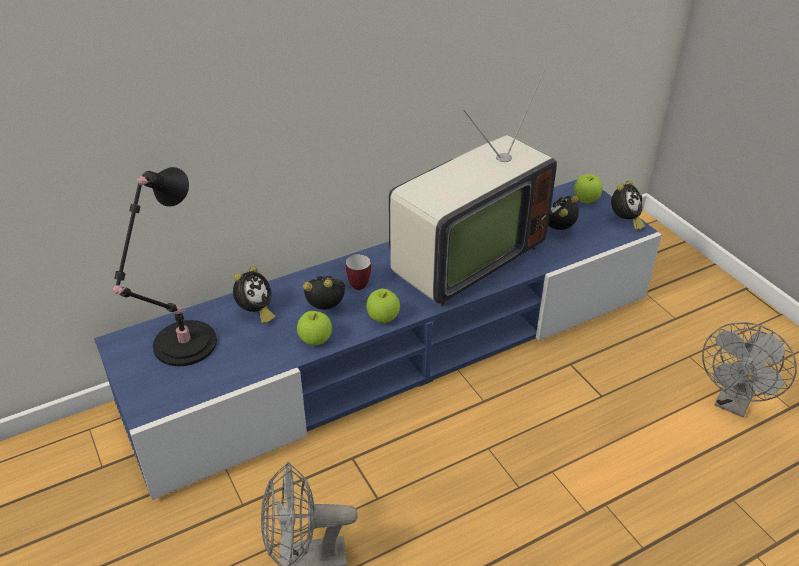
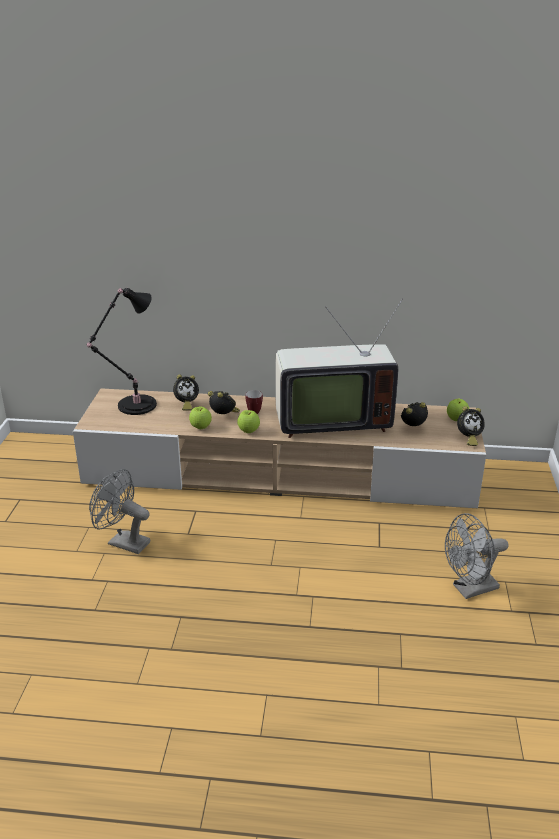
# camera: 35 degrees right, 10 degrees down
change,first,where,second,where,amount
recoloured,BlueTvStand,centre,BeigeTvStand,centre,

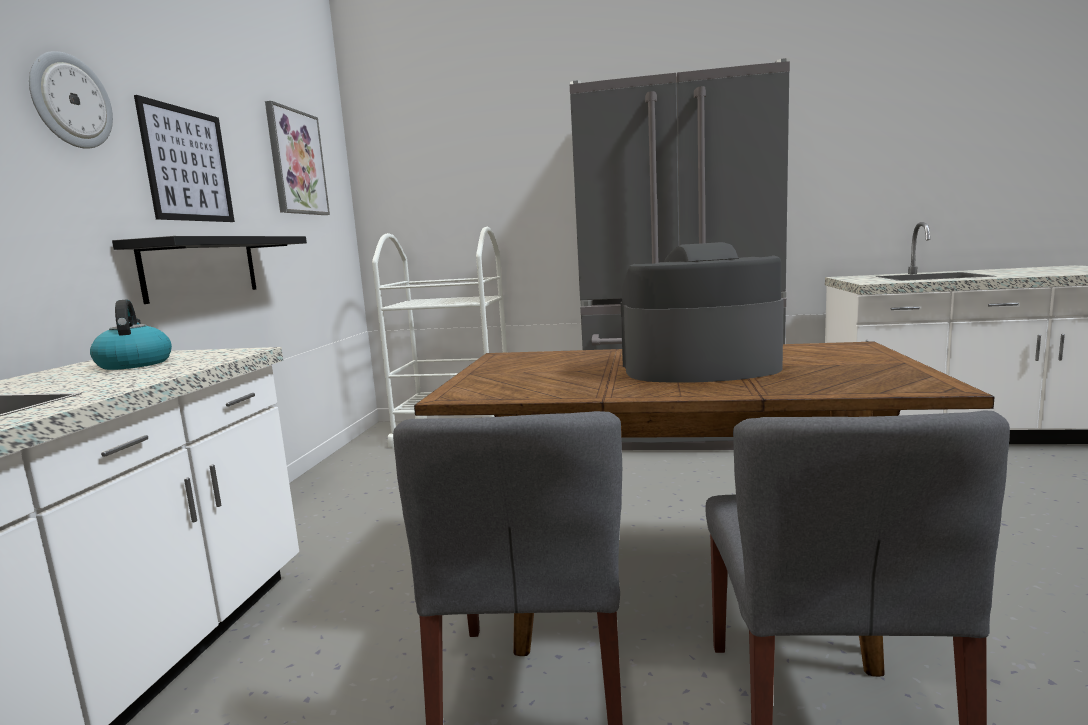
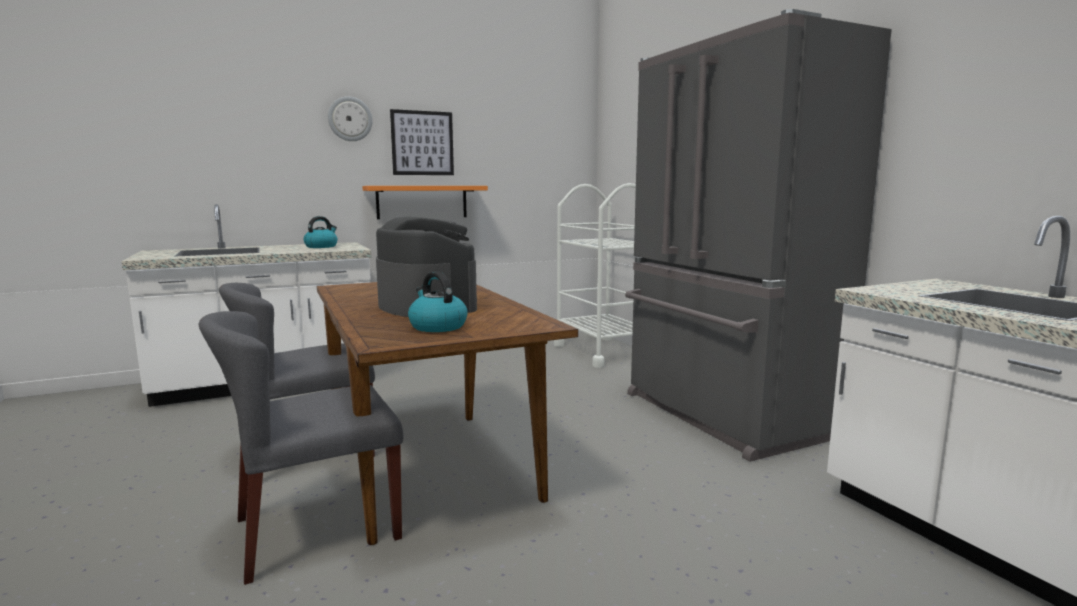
# camera: 55 degrees right, 0 degrees up
change,first,where,second,where,amount
recoloured,BlackShelf,middle left,OrangeShelf,centre,
added,,,Kettle (2nd from left),centre,
removed,Picture (2nd from left),top left,,,

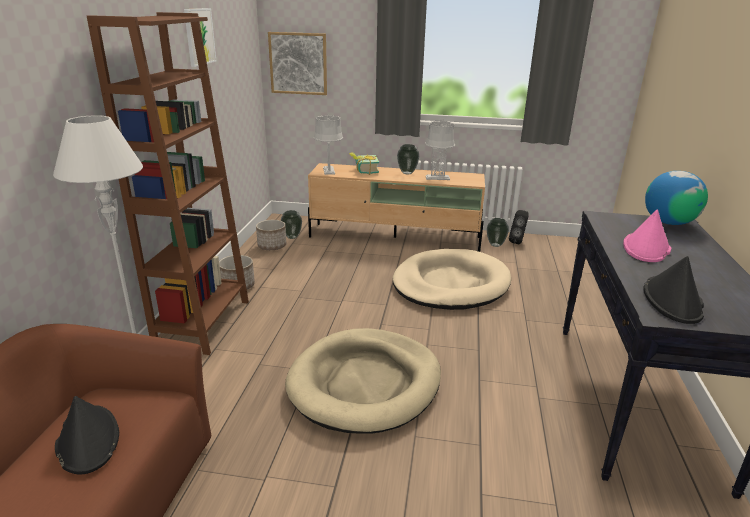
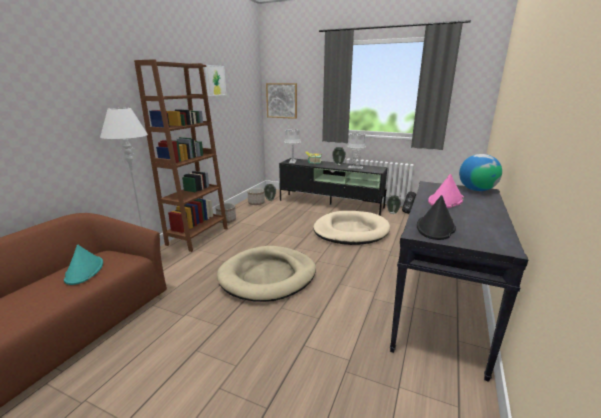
# camera: 15 degrees right, 5 degrees down
change,first,where,second,where,amount
recoloured,BlackHat (1st from left),bottom left,TurquoiseHat,middle left,
recoloured,BeigeTvStand,centre,BlackTvStand,centre,

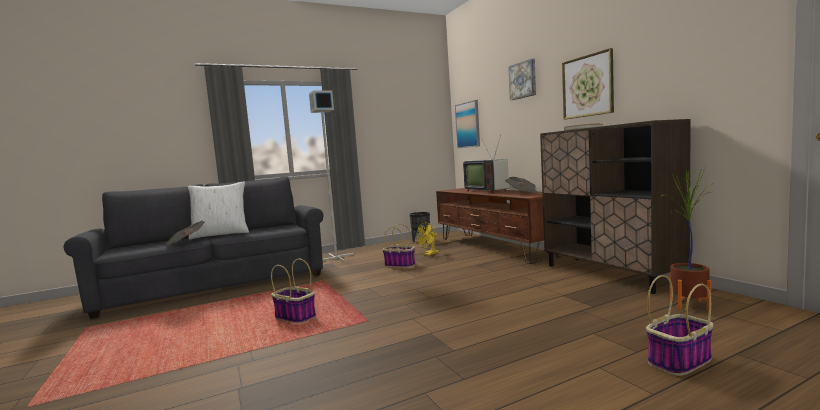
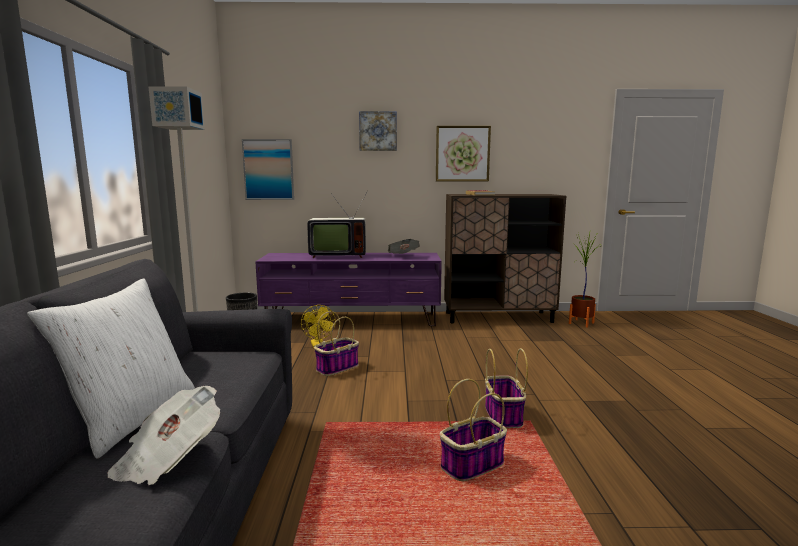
# camera: 65 degrees left, 5 degrees up
change,first,where,second,where,amount
recoloured,BrownTvStand,centre,PurpleTvStand,centre,
moved,Basket (3rd from left),bottom right,,bottom centre,

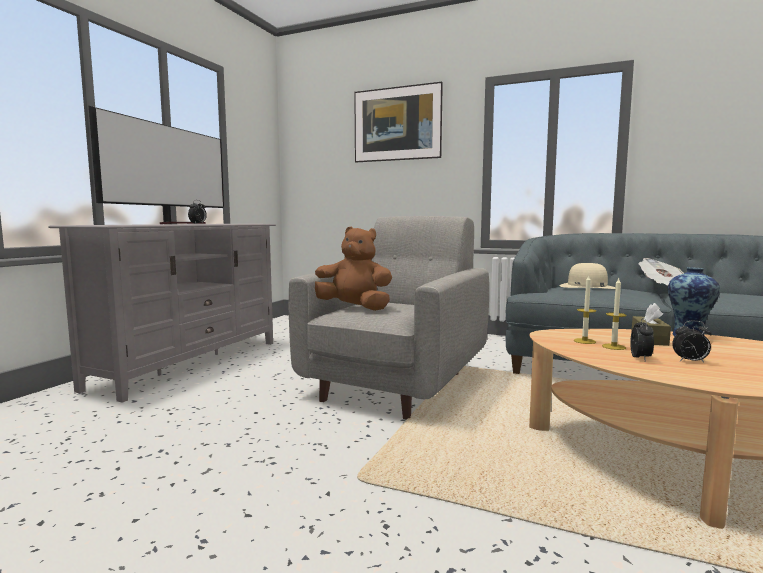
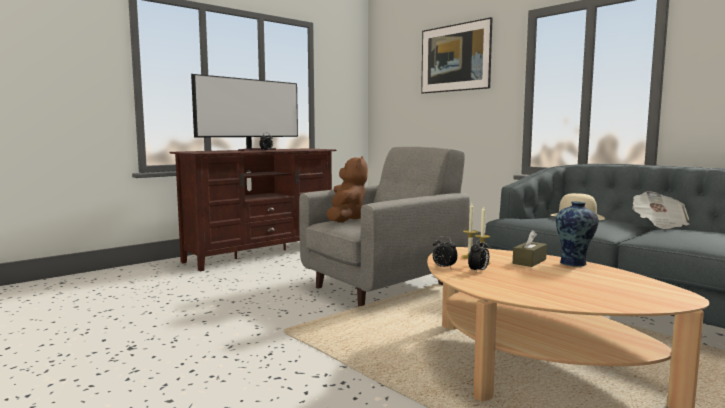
# camera: 25 degrees right, 0 degrees up
change,first,where,second,where,amount
recoloured,GreyTvStand,middle left,BrownTvStand,centre,
turned,BrownPlushToy,centre,,centre,45 degrees clockwise
moved,AlarmClock (3rd from left in the first image),middle right,AlarmClock (2nd from left),centre,

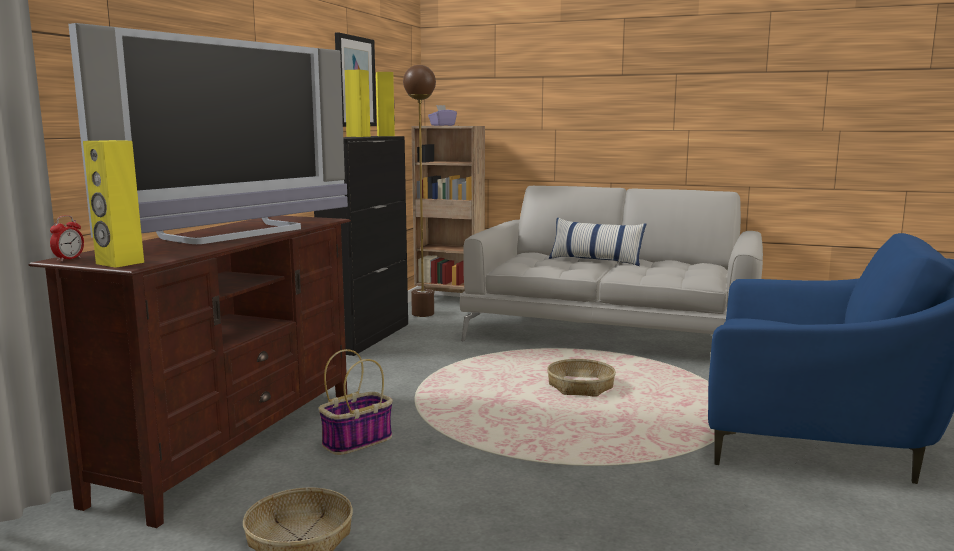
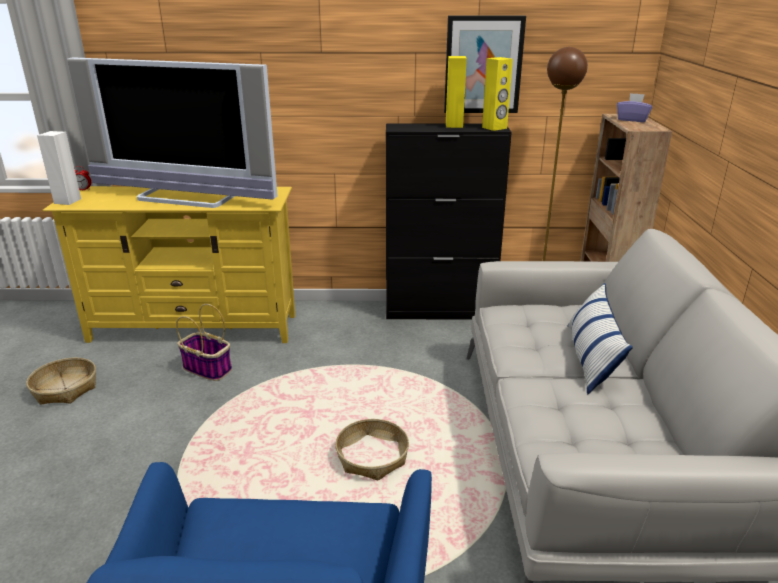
# camera: 70 degrees right, 15 degrees up
change,first,where,second,where,amount
recoloured,YellowSpeaker (1st from left),middle left,WhiteSpeaker,top left,
recoloured,BrownTvStand,bottom left,YellowTvStand,middle left,

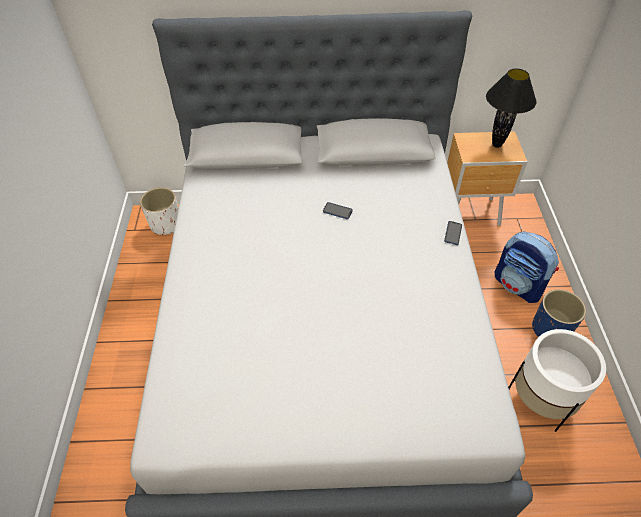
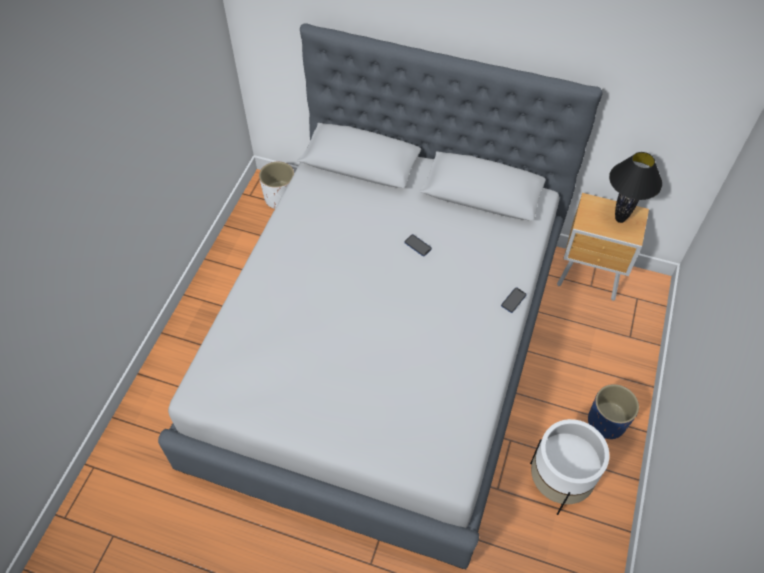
# camera: 20 degrees right, 5 degrees up
change,first,where,second,where,amount
removed,Backpack,middle right,,,

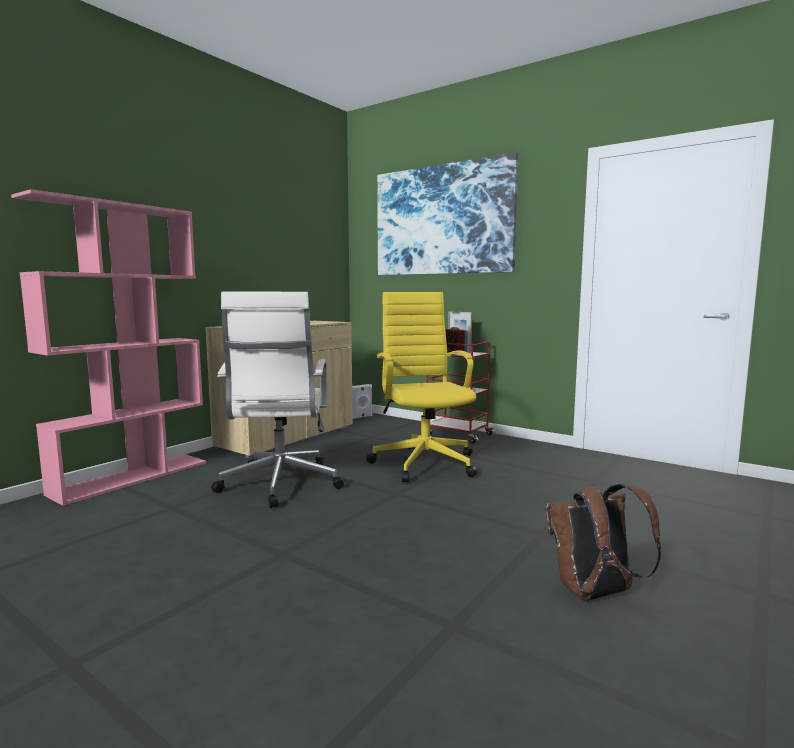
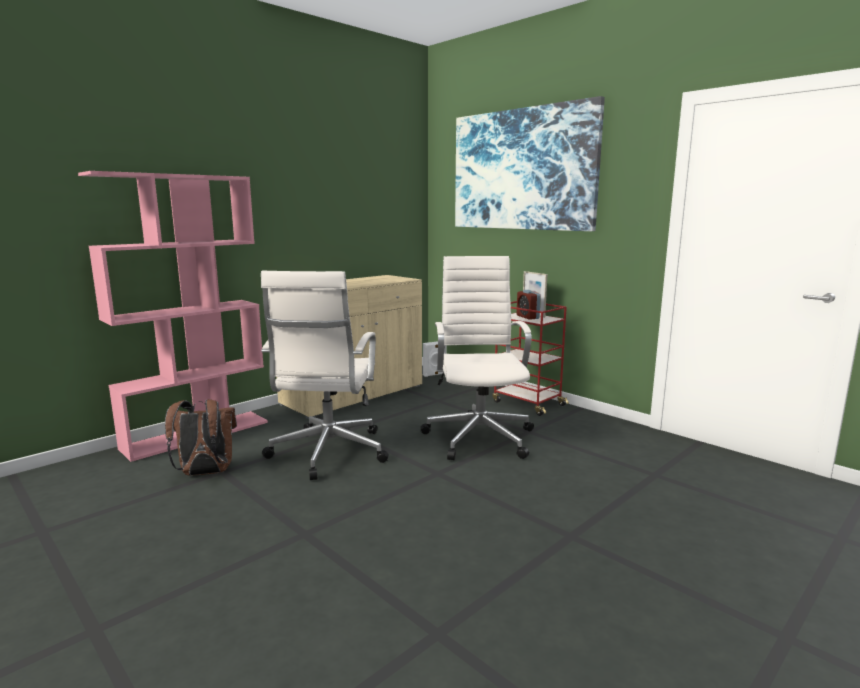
# camera: 10 degrees right, 5 degrees up
change,first,where,second,where,amount
moved,BrownBackpack,bottom right,,middle left,
recoloured,YellowOfficeChair,centre,WhiteOfficeChair (2nd from left),centre,

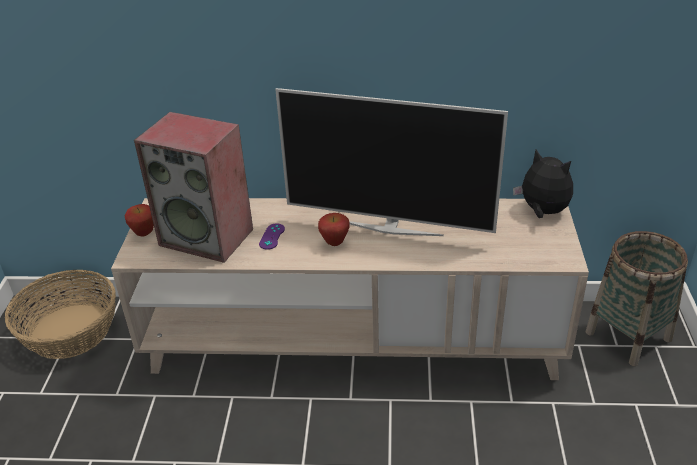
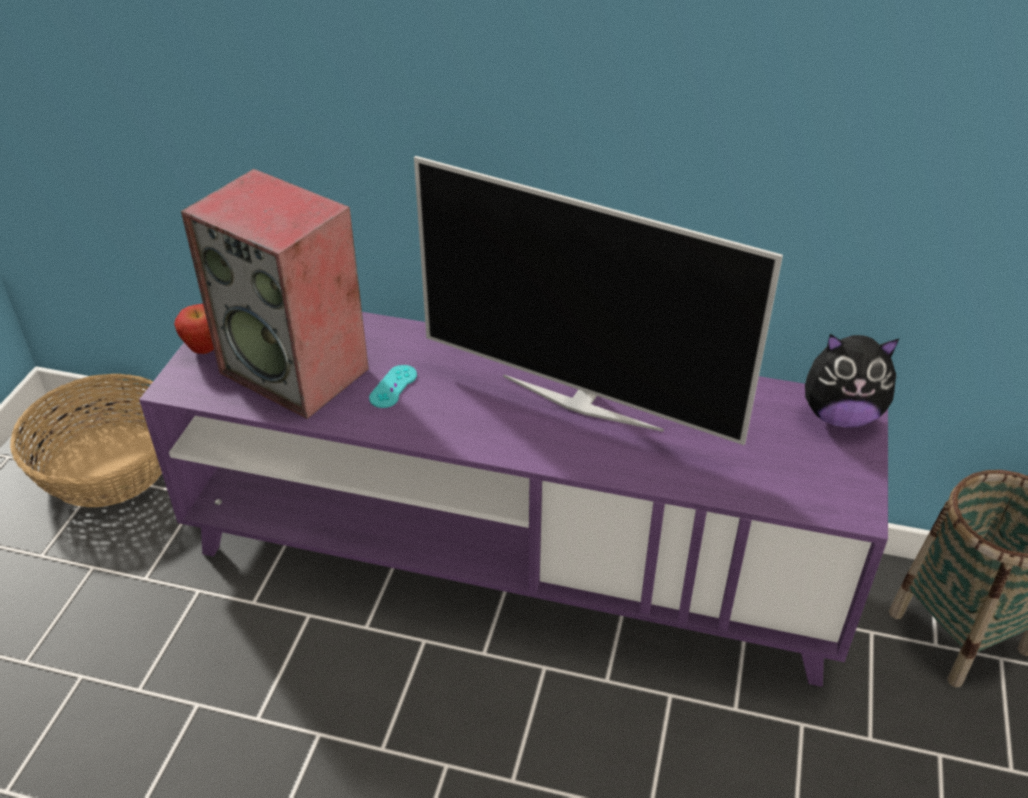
# camera: 10 degrees right, 5 degrees up
change,first,where,second,where,amount
recoloured,BeigeTvStand,centre,PurpleTvStand,centre,
recoloured,PurpleGameController,centre,TurquoiseGameController,centre,
turned,PlushToy,middle right,,middle right,135 degrees clockwise
removed,Apple (2nd from left),centre,,,

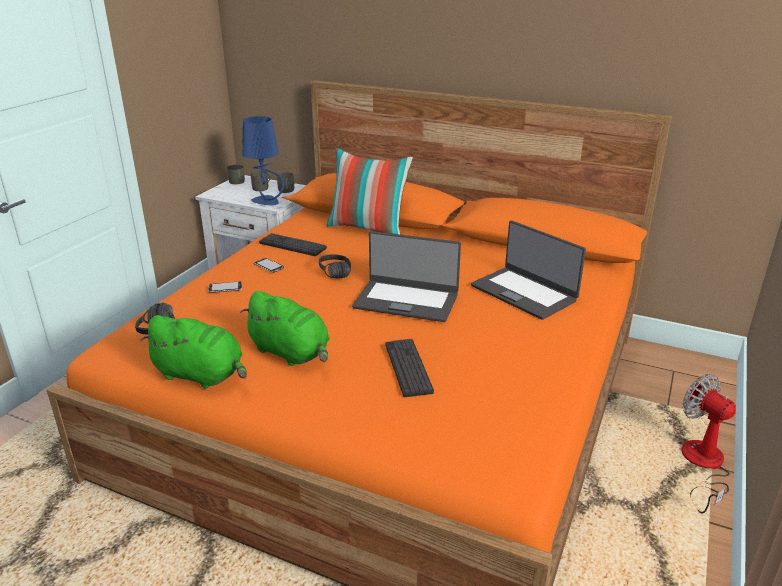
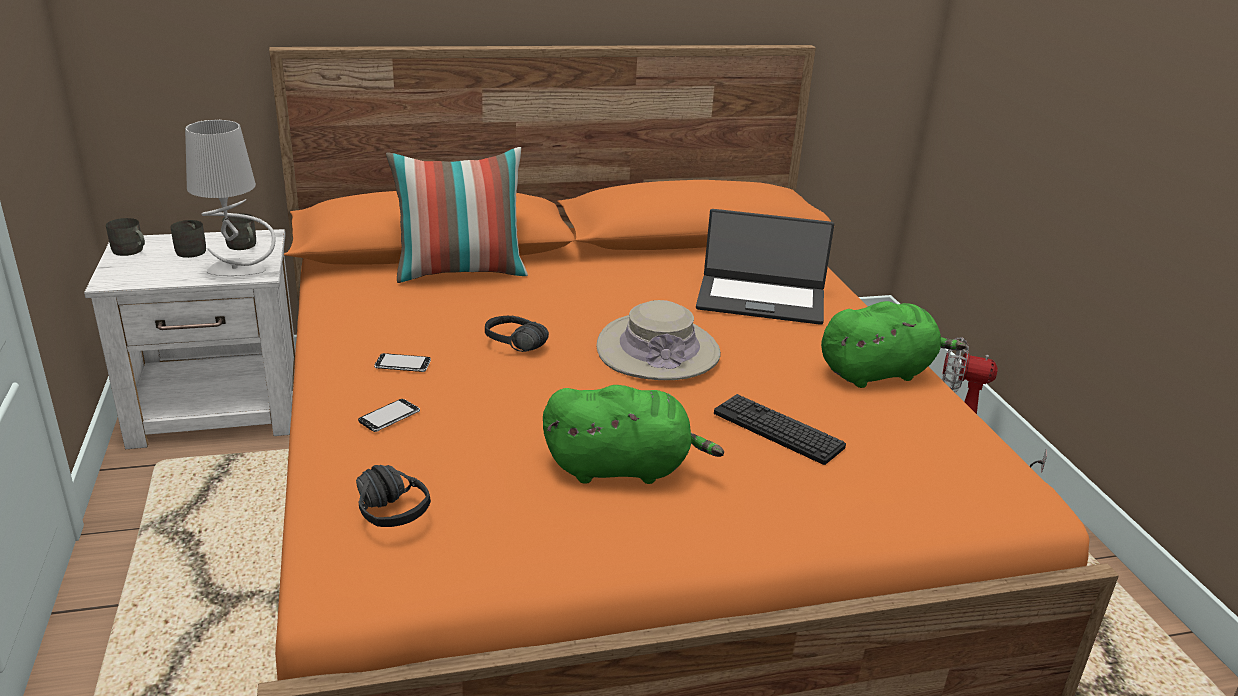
# camera: 40 degrees left, 0 degrees up
change,first,where,second,where,amount
recoloured,BlueTableLamp,top centre,GreyTableLamp,top left,
replaced,Laptop (1st from left),centre,BeigeHat,centre,
moved,GreenPlushToy (1st from left in the first image),middle left,GreenPlushToy (2nd from left),middle right,
removed,Keyboard (1st from left),centre,,,

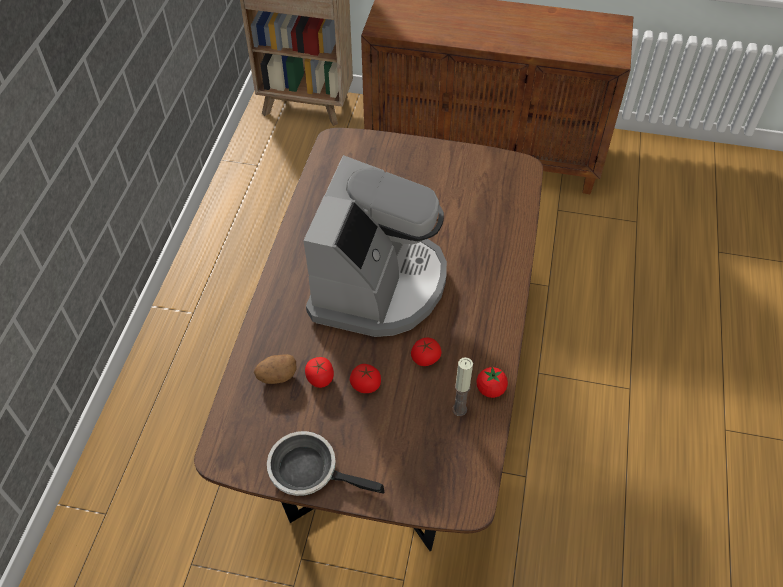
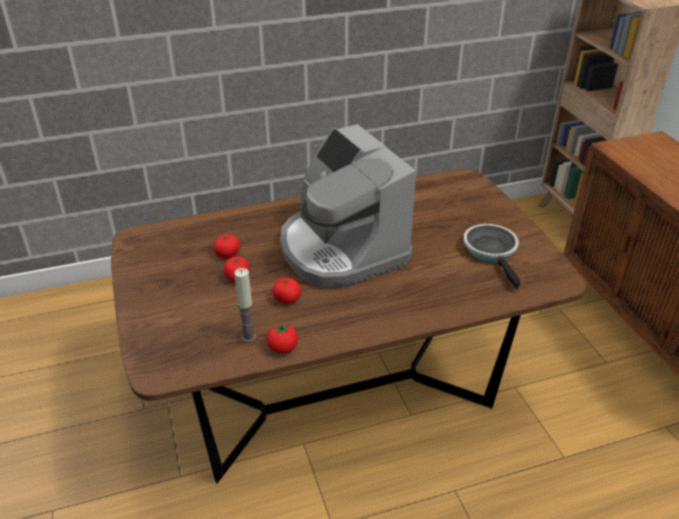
# camera: 60 degrees right, 15 degrees down
change,first,where,second,where,amount
turned,CoffeeMachine,centre,,centre,75 degrees clockwise
moved,FryingPan,bottom centre,,middle right,
removed,Potato,centre,,,

